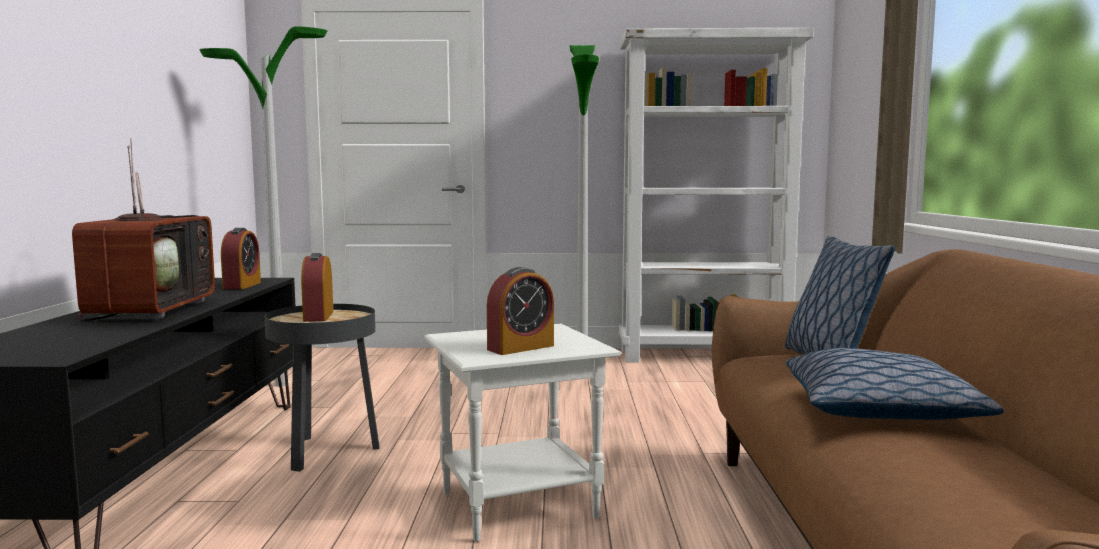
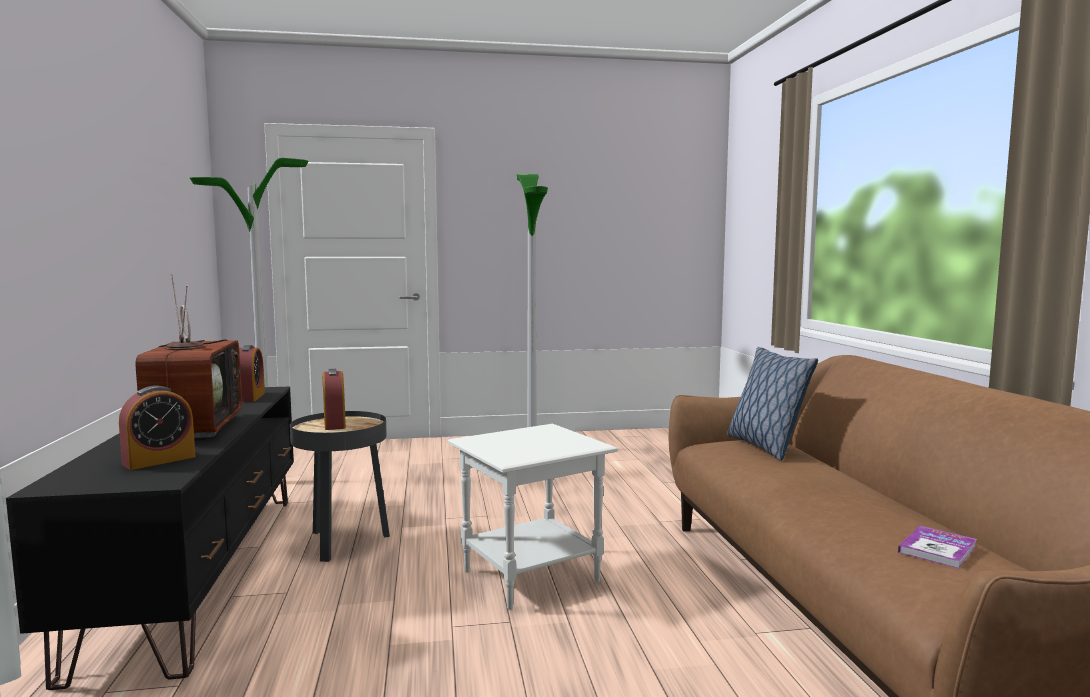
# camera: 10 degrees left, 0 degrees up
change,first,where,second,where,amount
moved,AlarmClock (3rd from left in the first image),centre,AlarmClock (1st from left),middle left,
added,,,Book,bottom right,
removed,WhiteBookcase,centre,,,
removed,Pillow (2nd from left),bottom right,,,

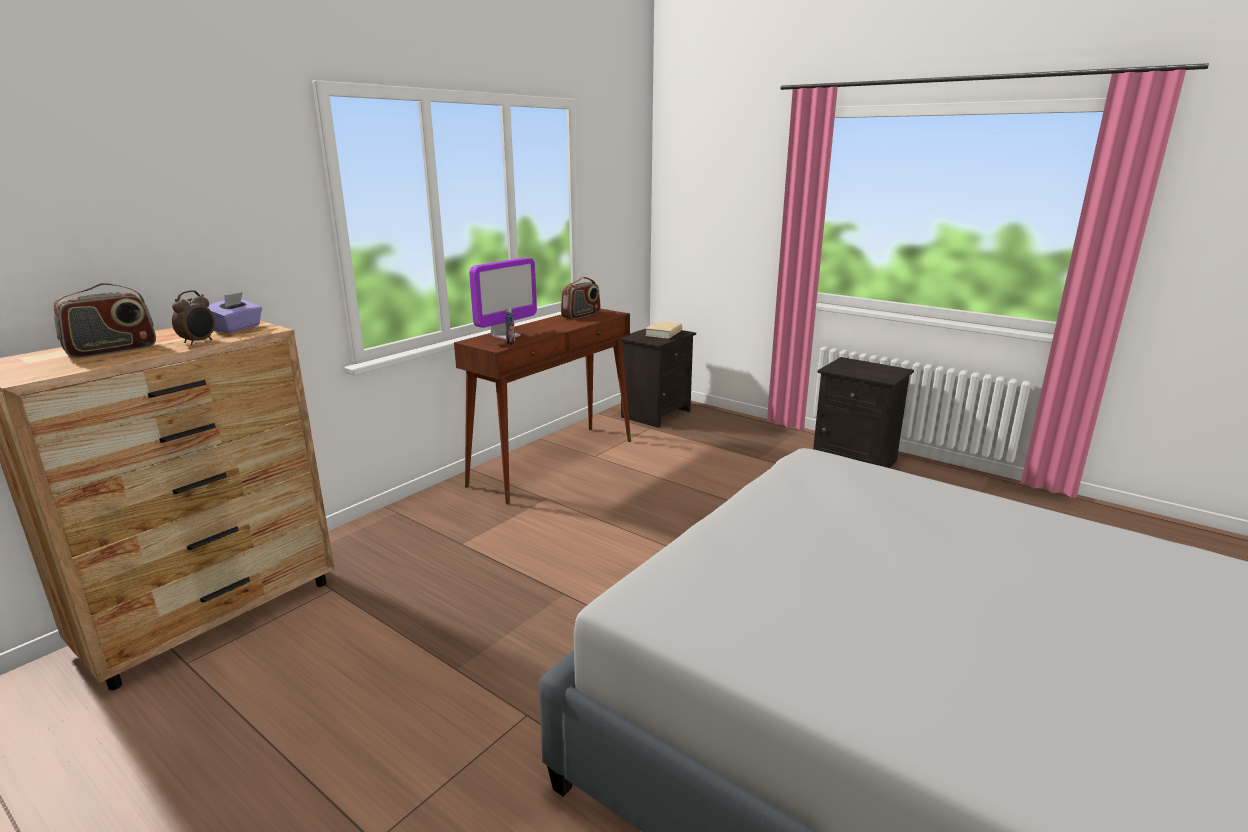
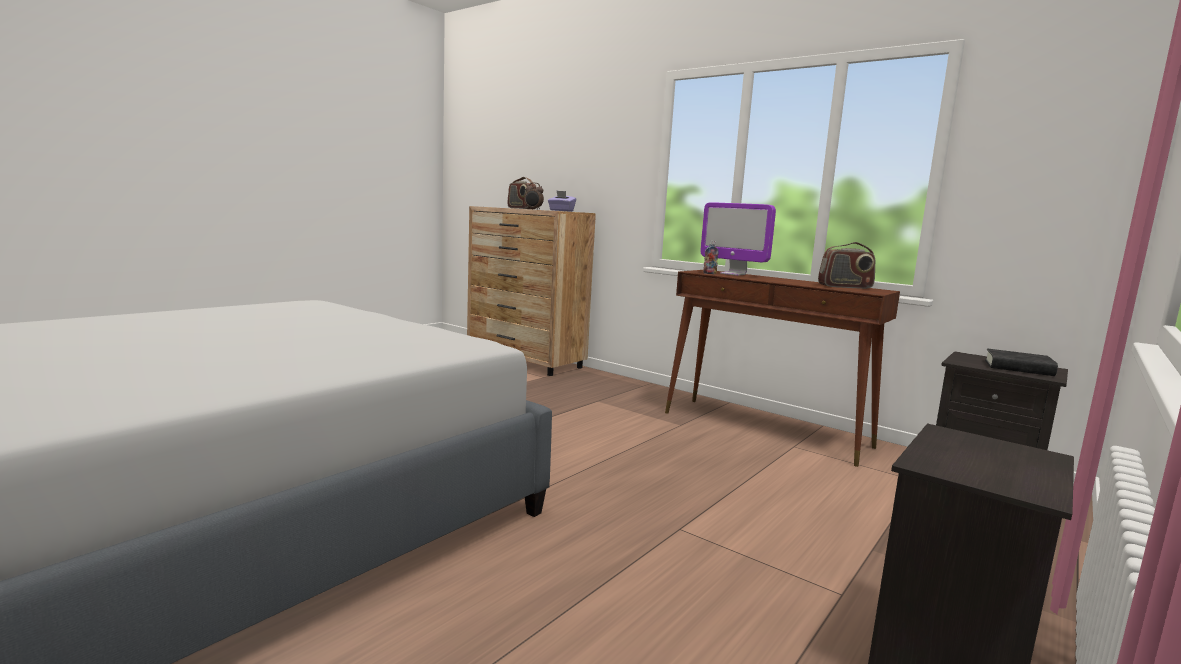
# camera: 90 degrees right, 10 degrees down
change,first,where,second,where,amount
turned,Radio (2nd from left),centre,,middle right,45 degrees counterclockwise
recoloured,BeigeBook,centre,BlackBook,middle right,

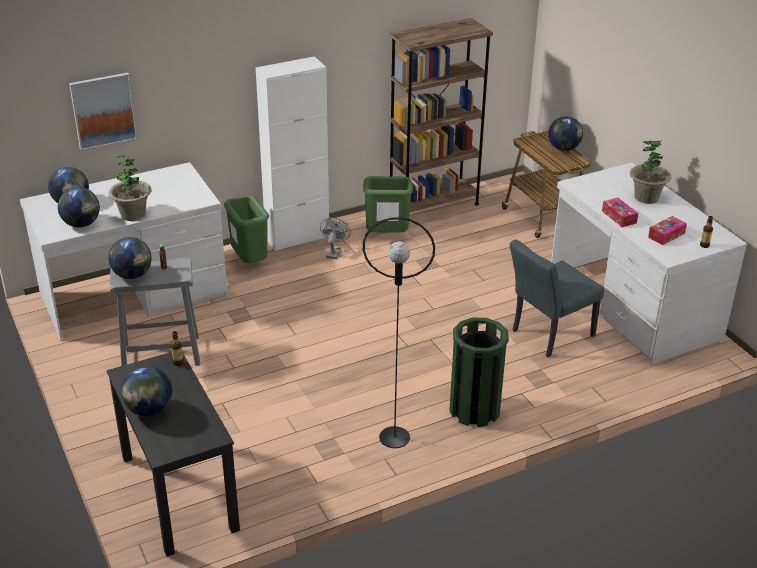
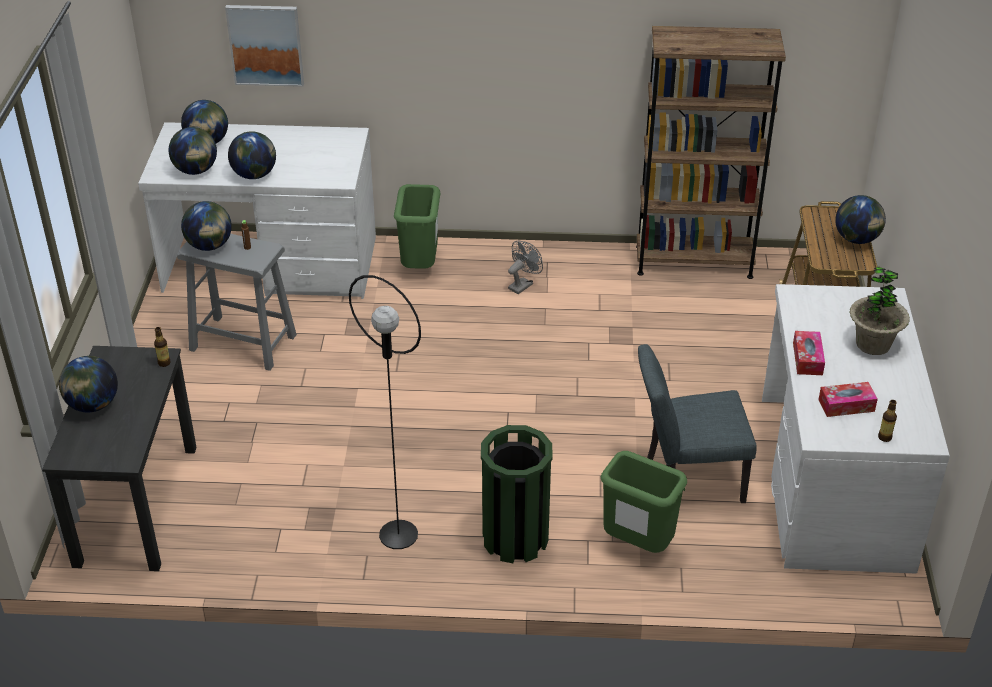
# camera: 30 degrees right, 5 degrees up
change,first,where,second,where,amount
replaced,PottedPlant (1st from left),top left,Globe (5th from left),top left,
moved,GreenTrashCan (2nd from left in the first image),centre,GreenTrashCan (3rd from left),bottom centre,
removed,WhiteCabinet,top centre,,,

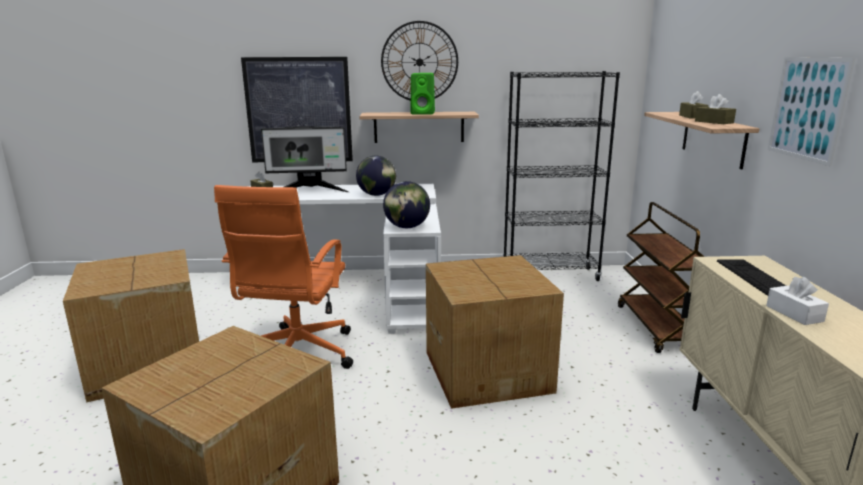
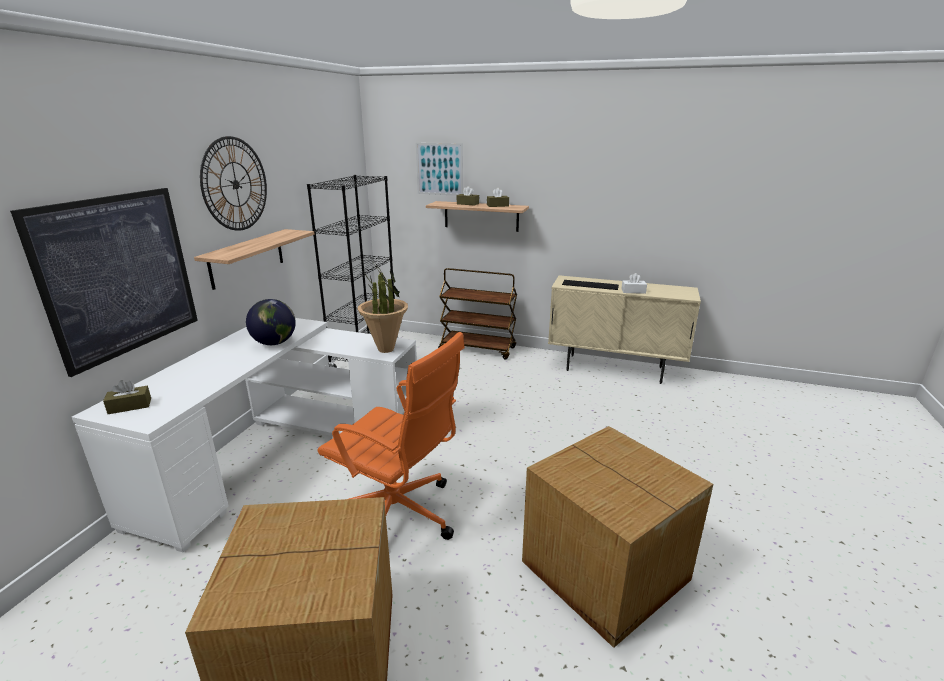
# camera: 70 degrees left, 5 degrees up
change,first,where,second,where,amount
replaced,Globe (2nd from left),centre,PottedPlant,centre,
moved,Picture (2nd from left),top right,,top centre,
removed,Monitor,top centre,,,
removed,GreenSpeaker,top centre,,,
removed,CardboardBox (3rd from left),bottom centre,,,

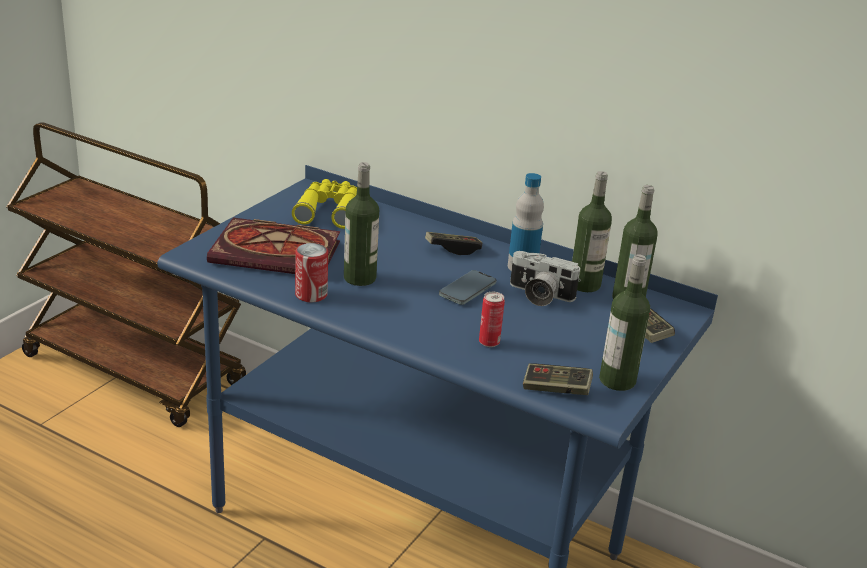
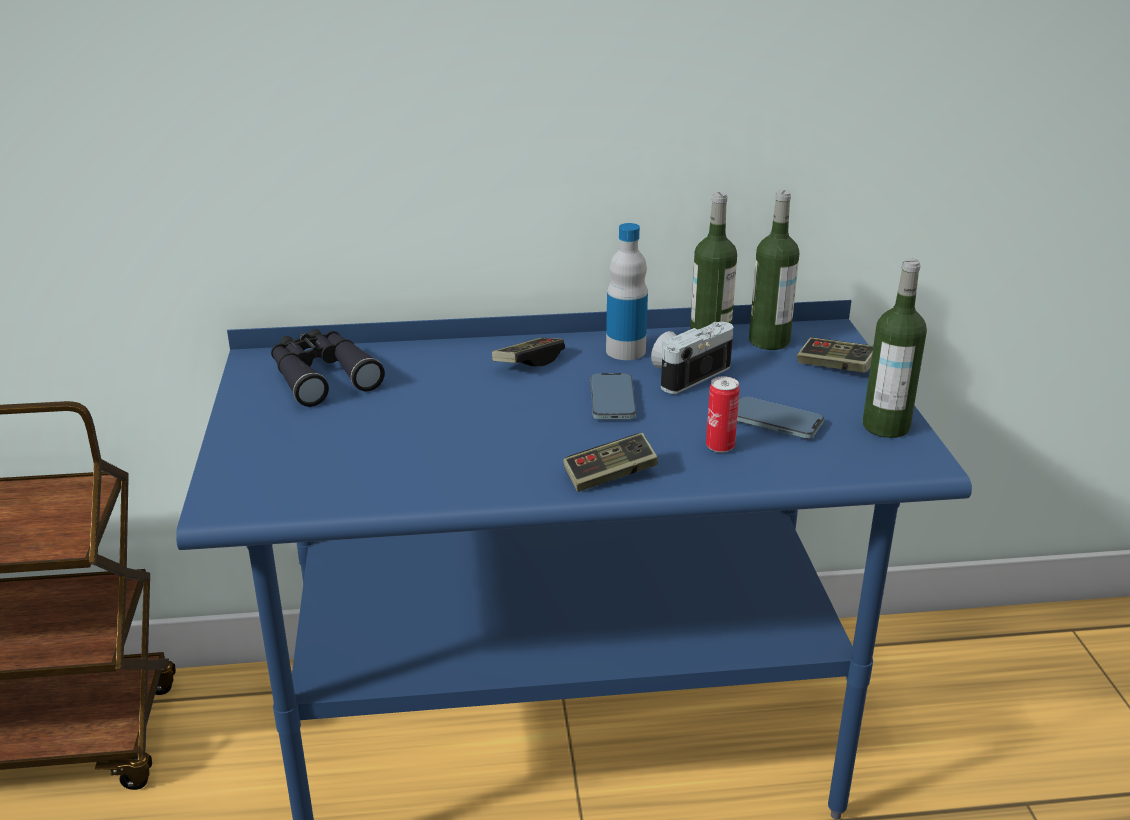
# camera: 35 degrees left, 0 degrees up
change,first,where,second,where,amount
recoloured,YellowBinoculars,centre,BlackBinoculars,middle left,
moved,GameController (2nd from left),bottom centre,,centre,
turned,PhotoCamera,centre,,centre,150 degrees clockwise
added,,,Phone (2nd from left),middle right,
removed,Book,middle left,,,
removed,Can (1st from left),centre,,,
removed,Bottle (1st from left),centre,,,

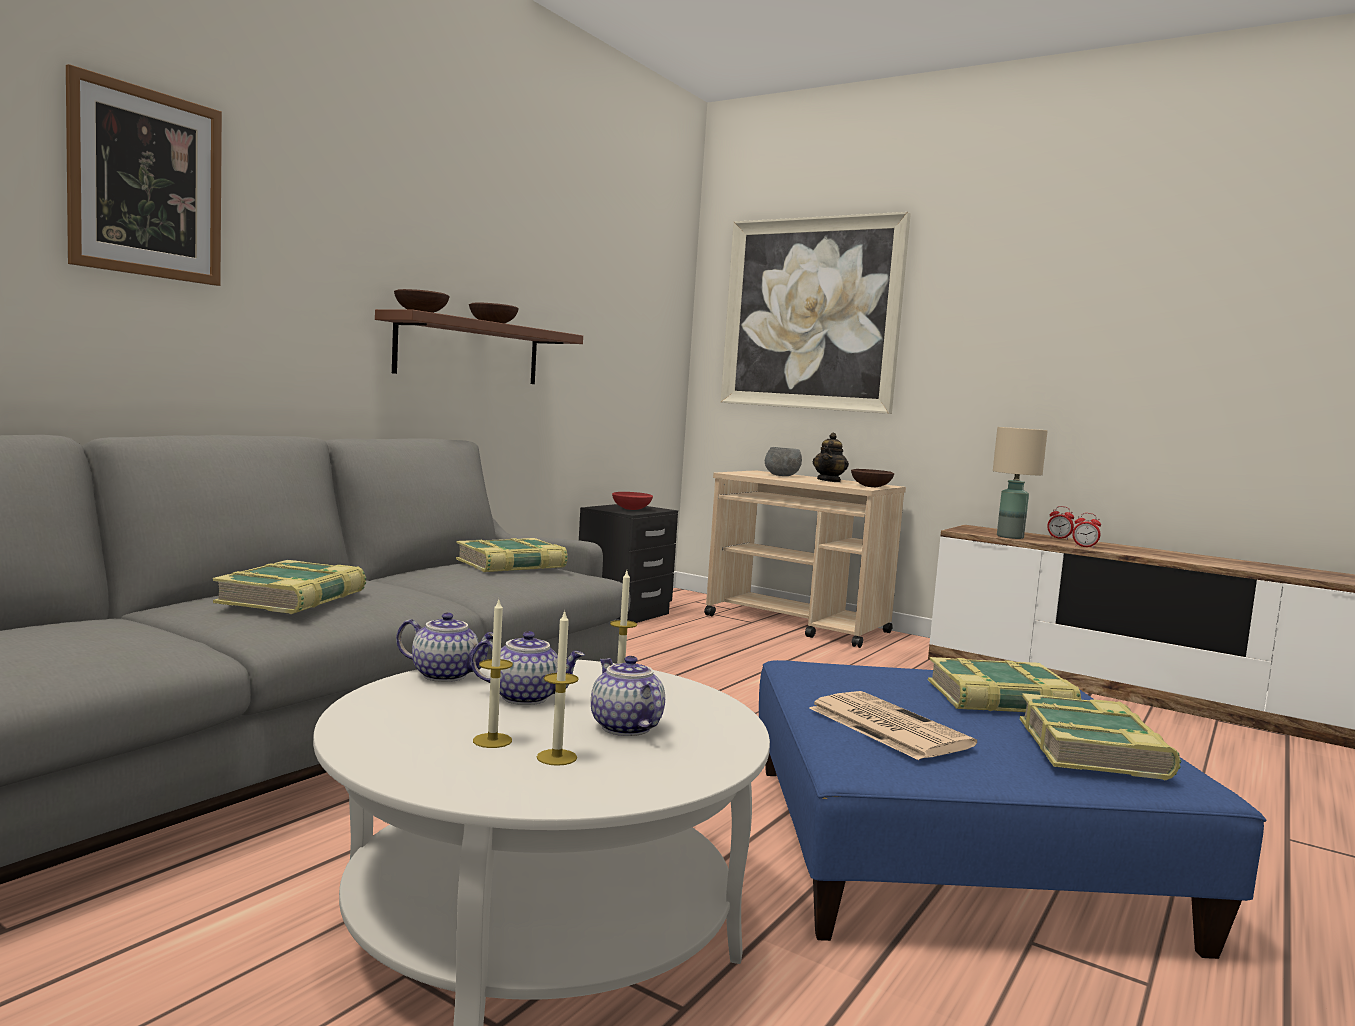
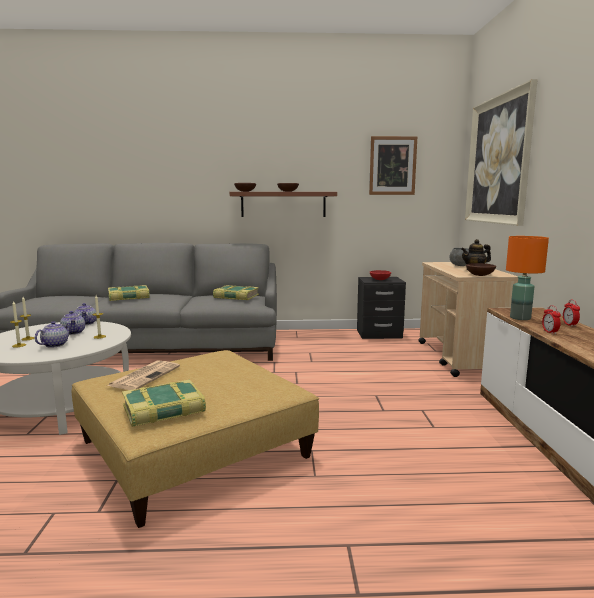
# camera: 55 degrees right, 5 degrees up
change,first,where,second,where,amount
recoloured,BlueOttoman,bottom right,BeigeOttoman,bottom left,
moved,Picture (1st from left),top left,,top centre,
recoloured,BeigeTableLamp,middle right,OrangeTableLamp,middle right,
removed,Book (3rd from left),bottom right,,,

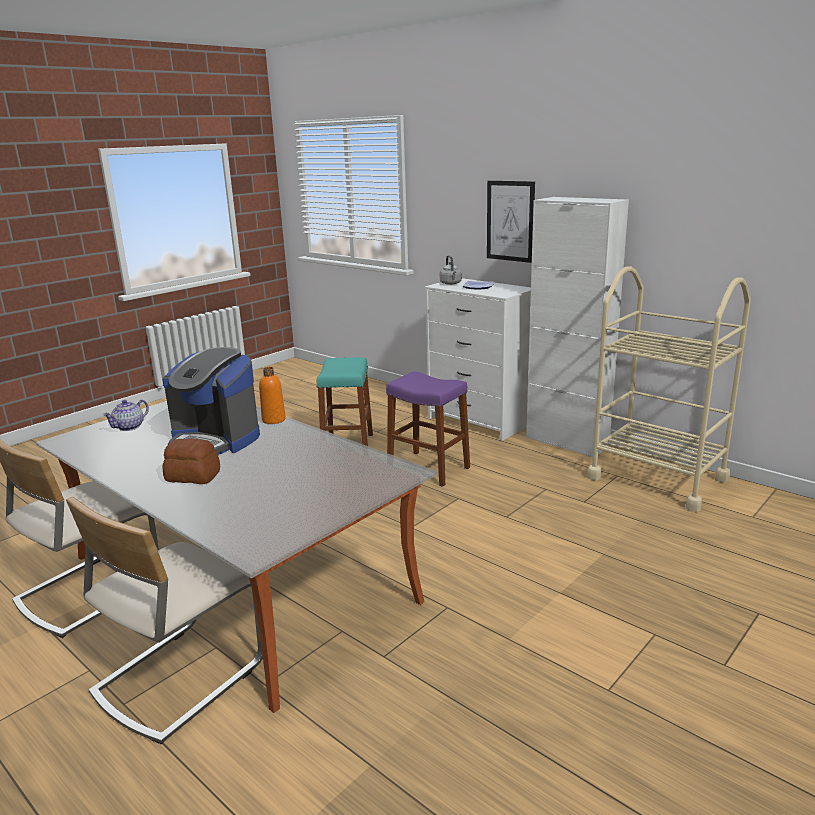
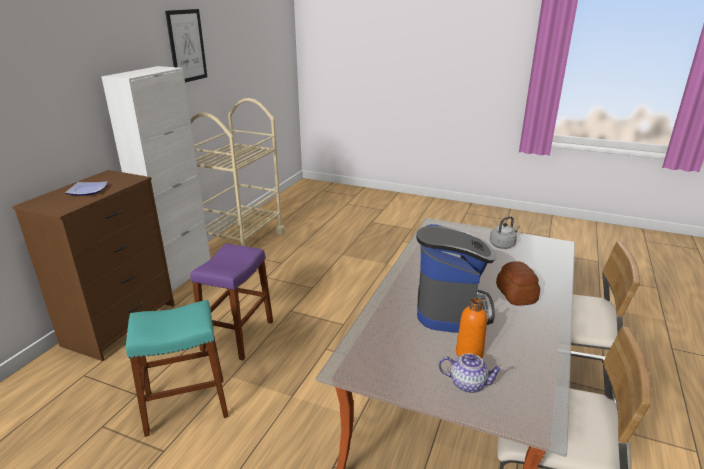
# camera: 110 degrees left, 5 degrees up
change,first,where,second,where,amount
recoloured,WhiteDresser,centre,BrownDresser,middle left,
moved,Picture,top centre,,top left,
moved,OrangeBottle,centre,,bottom right,
moved,GreyKettle,top centre,,middle right,

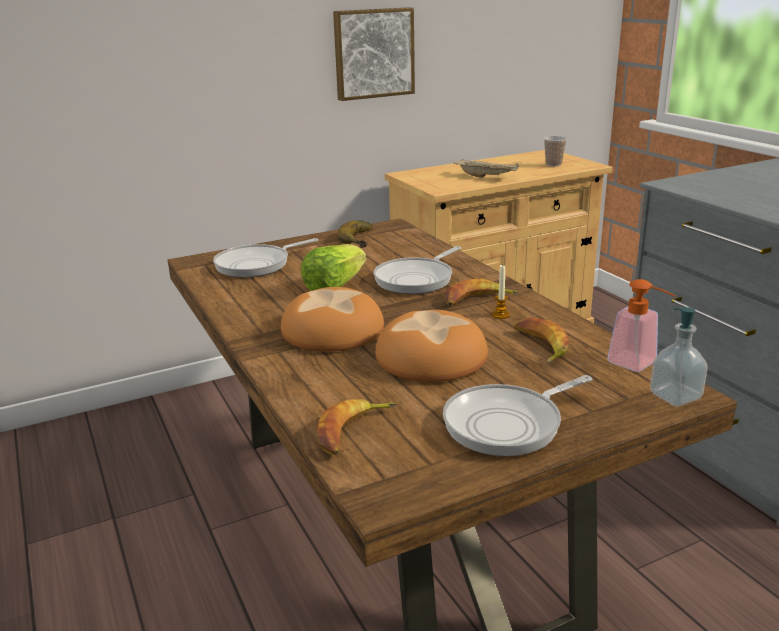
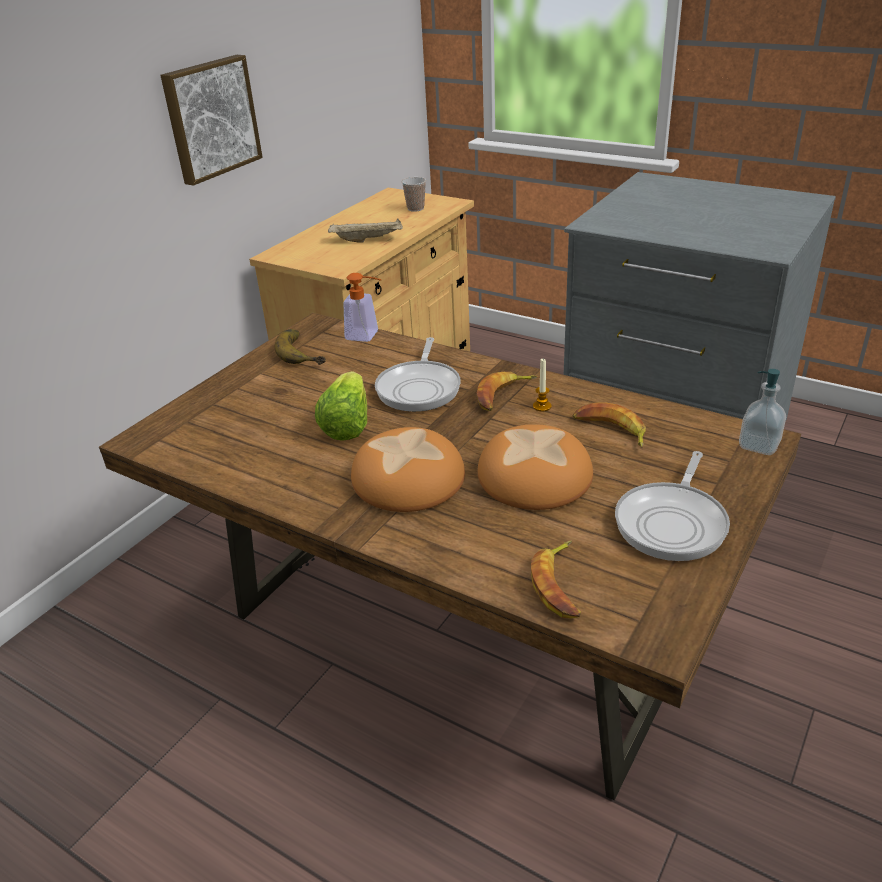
# camera: 30 degrees left, 10 degrees up
change,first,where,second,where,amount
moved,SoapDispenser (1st from left),middle right,,centre,
removed,FryingPan (1st from left),centre,,,

